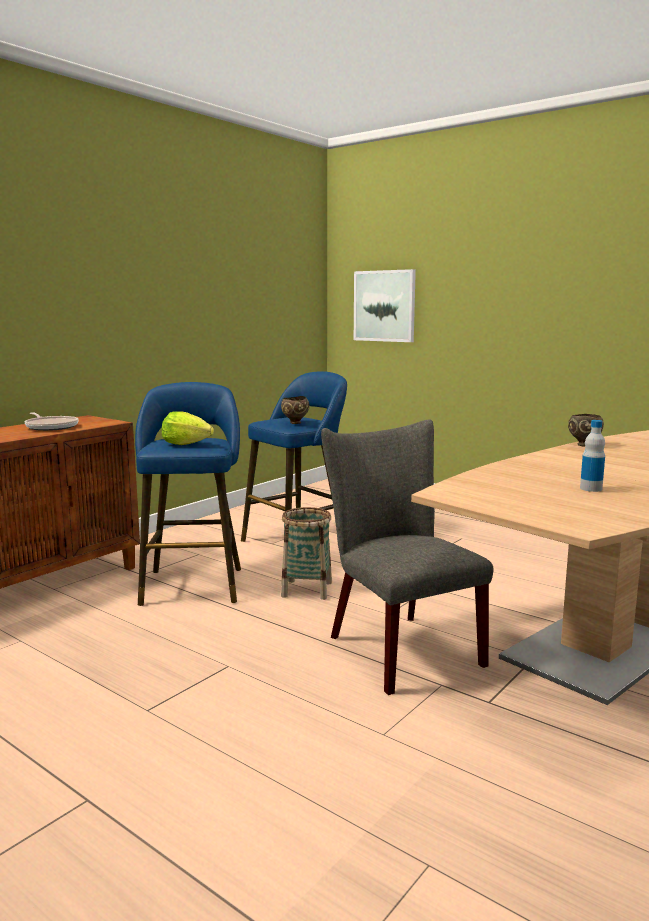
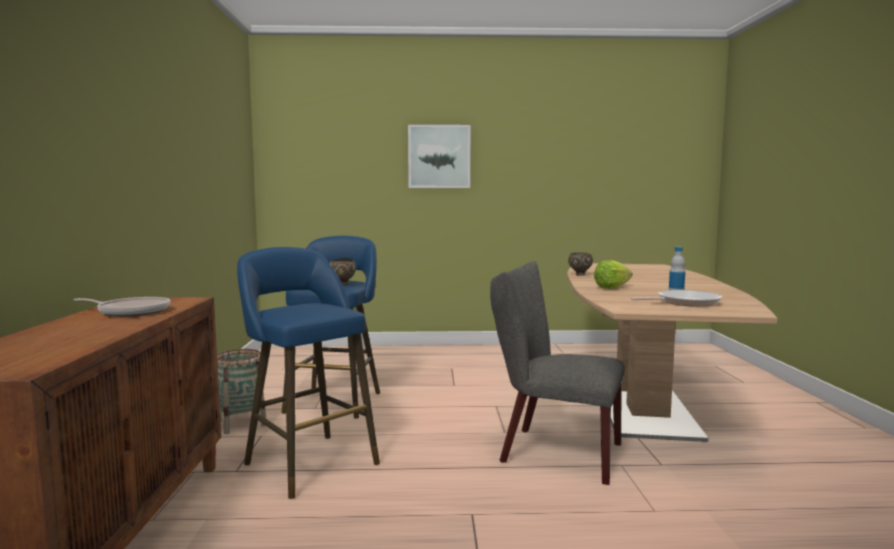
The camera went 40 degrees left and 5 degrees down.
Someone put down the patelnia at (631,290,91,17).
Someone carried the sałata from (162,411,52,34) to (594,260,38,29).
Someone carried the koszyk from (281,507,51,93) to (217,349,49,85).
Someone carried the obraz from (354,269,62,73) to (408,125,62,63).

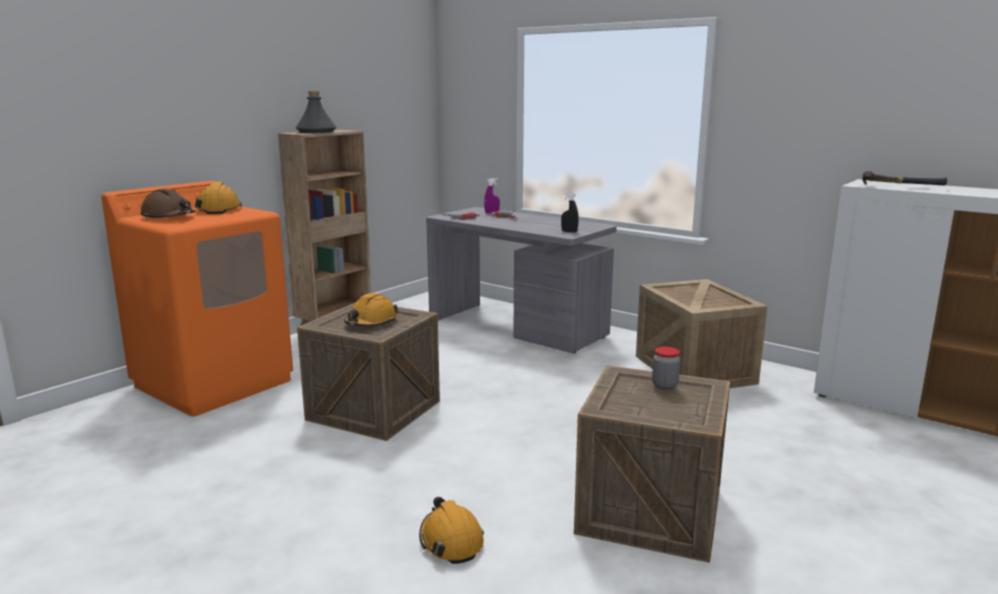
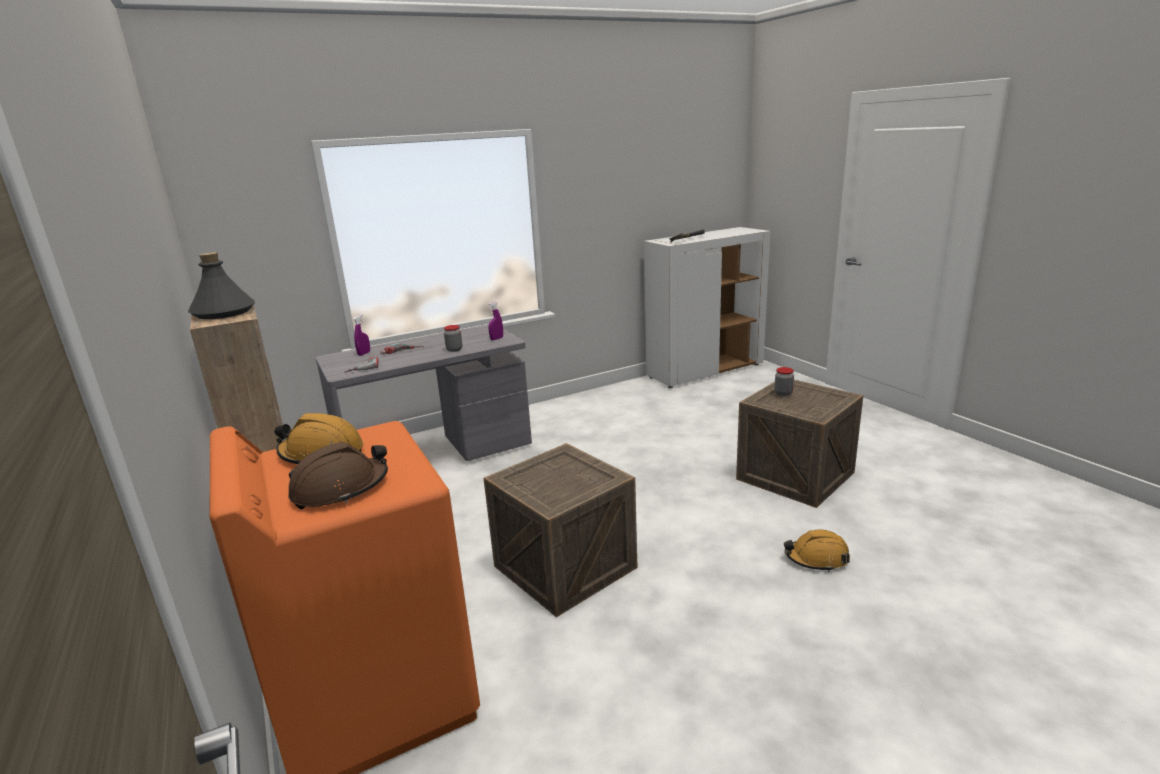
The camera went 65 degrees left and 5 degrees up.
Someone took away the kask [pomarańczowy] at (344,293,55,33).
Someone took away the skrzynka at (636,279,131,109).
Someone put down the słoik at (444,325,18,27).
Someone repainted the spryskiwacz [czarny] at (561,192,18,41), which became the spryskiwacz [fioletowy] at (488,302,15,38).

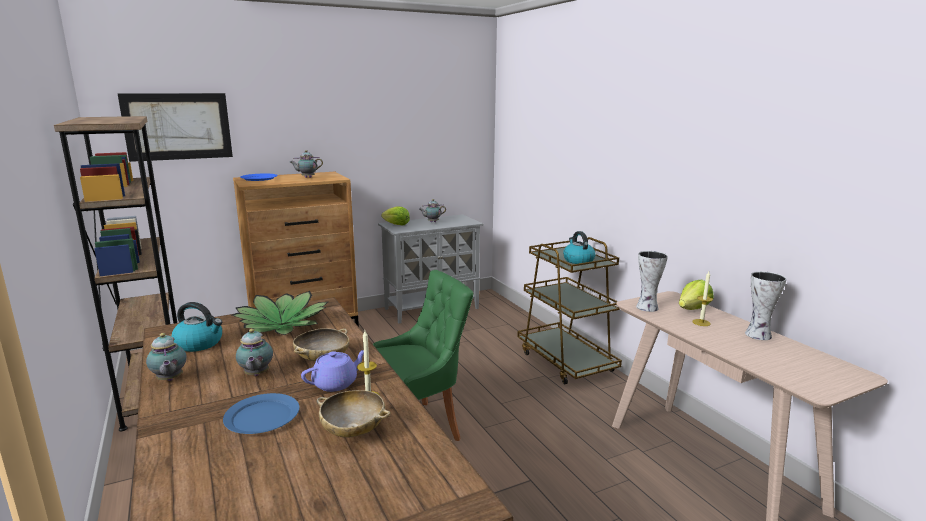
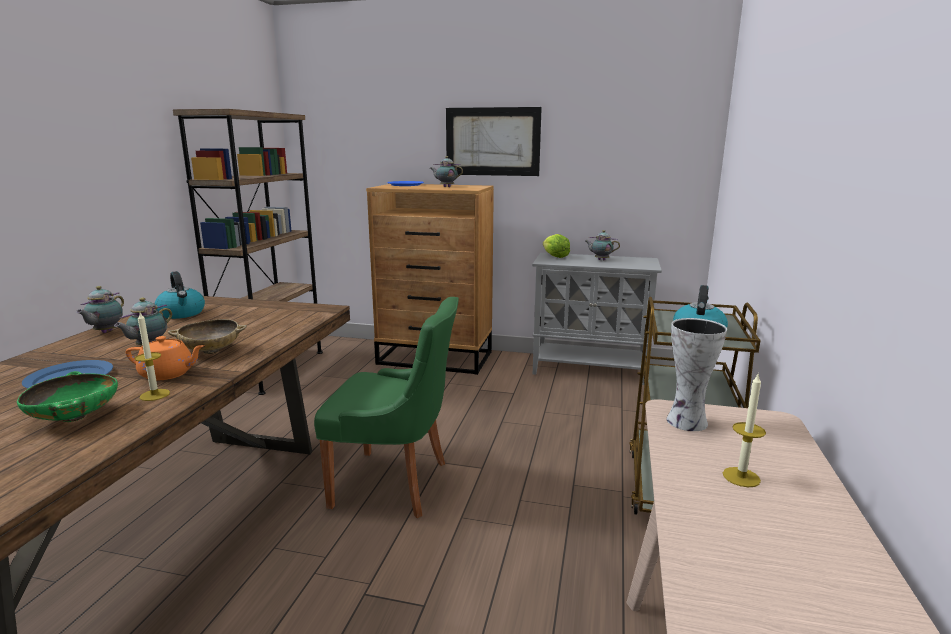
The camera went 40 degrees right and 0 degrees up.
Someone took away the roślina doniczkowa at (232,291,96,44).
Someone took away the sałata at (679,280,35,30).
Someone took away the wazon at (745,271,42,69).
Someone carried the obraz from (117,93,116,69) to (446,107,96,69).
Someone repainted the imbryk [fioletowy] at (301,350,63,42), which became the imbryk [pomarańczowy] at (126,336,79,44).
Someone repainted the miska [beżowy] at (316,390,75,48), which became the miska [zielony] at (17,371,101,51).

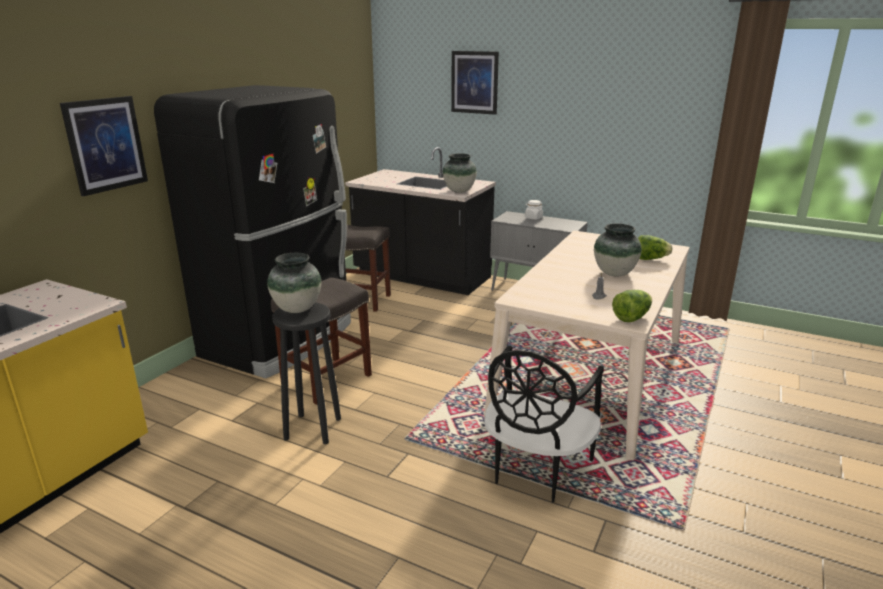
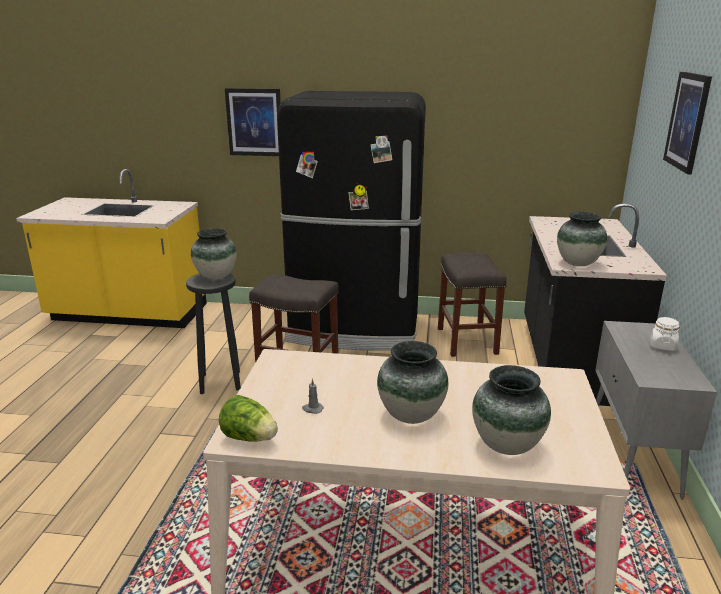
The camera went 70 degrees right and 0 degrees up.
Someone took away the krzesło [czarny] at (484,346,120,156).
Someone swapped the sałata at (638,235,34,25) for the wazon at (472,365,79,90).

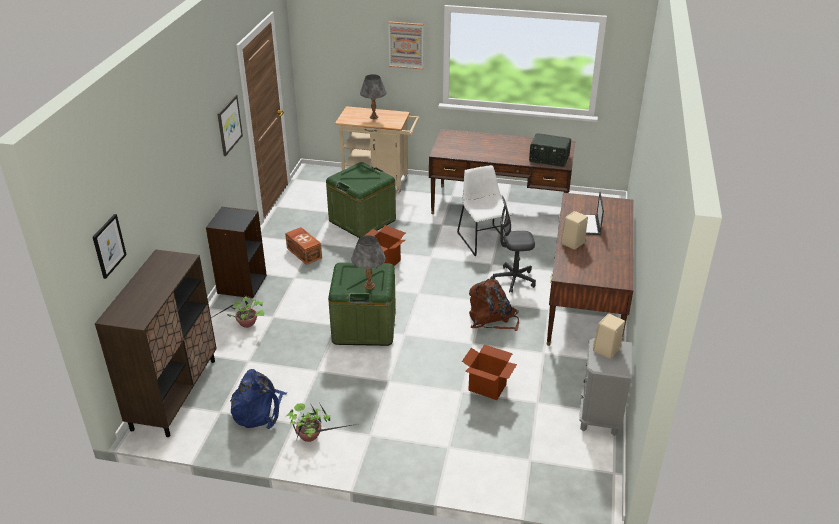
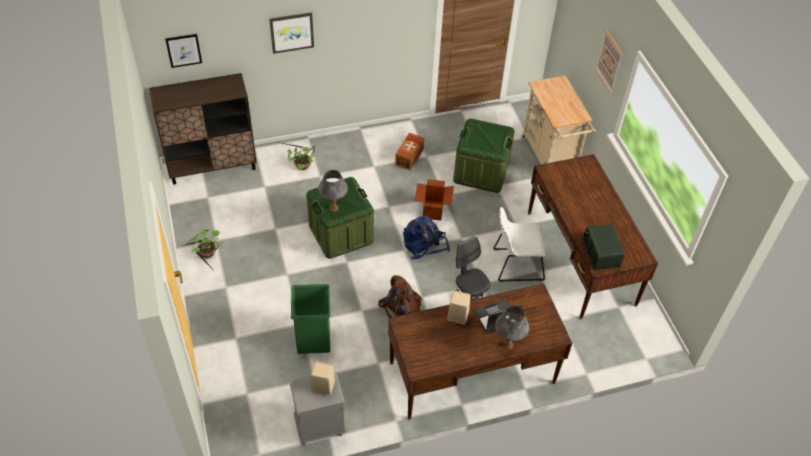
The camera went 60 degrees right and 15 degrees up.
Someone took away the regał [czarny] at (206,207,61,91).
Someone carried the obraz from (217,94,26,62) to (269,12,45,42).
Someone carried the plecak [niebieski] from (230,369,57,60) to (403,215,47,44).
Someone carried the lampa stołowa [szary] from (360,74,27,45) to (495,306,34,43).
Someone swapped the karton at (462,344,55,56) for the kosz na śmieci [zielony] at (291,284,39,70).
Someone rotated the krzesło [biały] at (457,165,56,91) by 135 degrees counterclockwise.

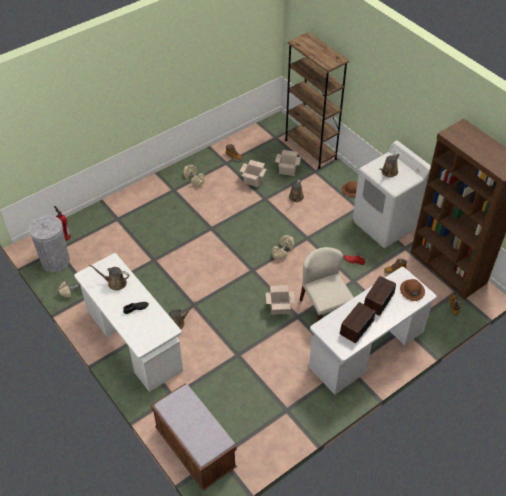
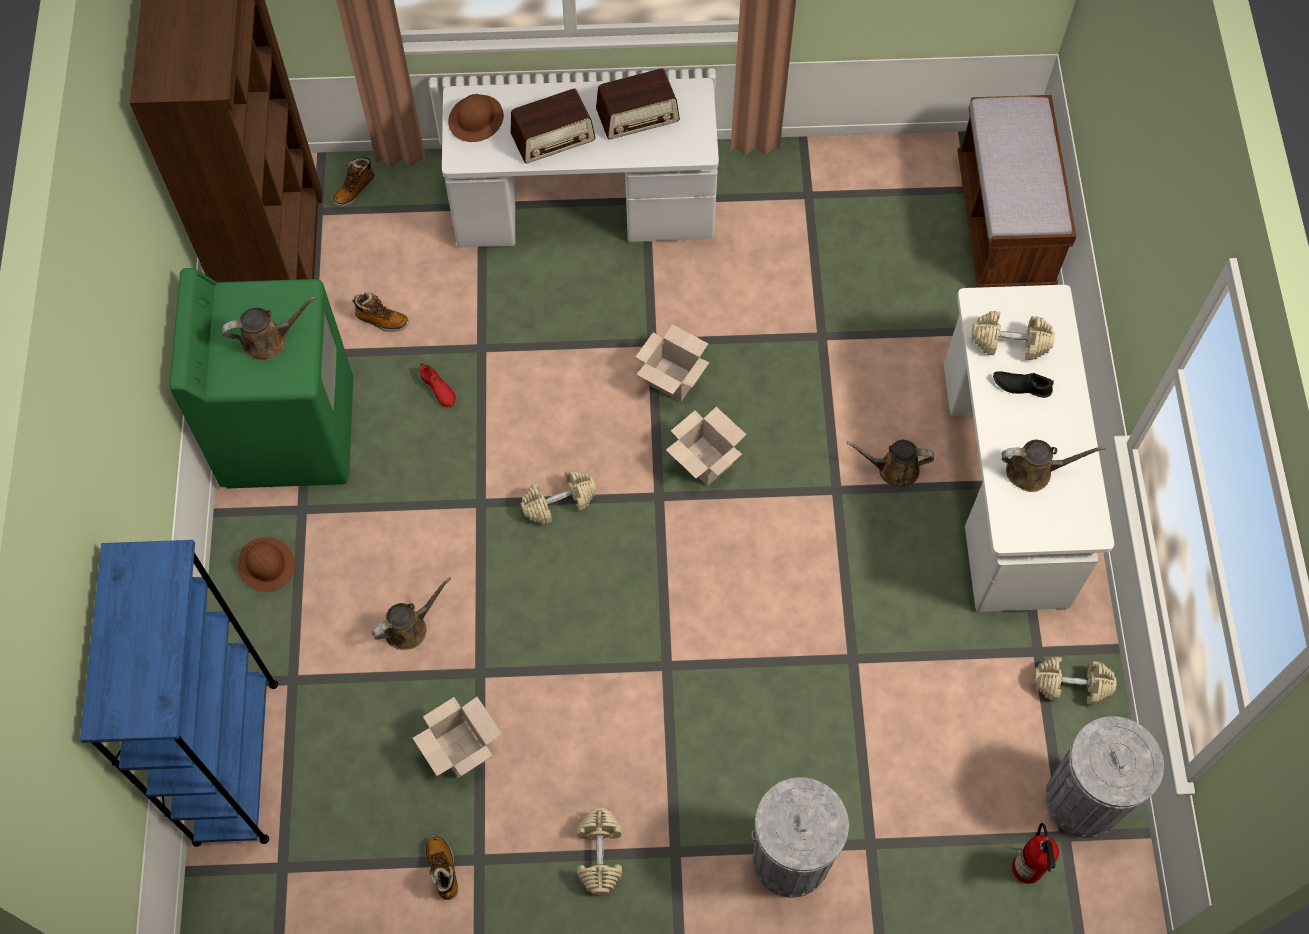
The camera went 145 degrees left and 15 degrees up.
Someone took away the krzesło [beżowy] at (300,247,54,74).
Someone put down the kosz na śmieci [szary] at (751,777,98,121).
Someone put down the hantel [beżowy] at (971,311,84,49).
Someone carried the karton from (275,150,26,26) to (666,407,81,79).
Someone repainted the regał [brązowy] at (285,32,64,137), which became the regał [niebieski] at (80,540,198,307).
Someone repainted the pralka [biały] at (352,140,79,108), which became the pralka [zielony] at (169,268,184,220).
Someone rotated the konewka [brązowy] at (89,264,40,27) by 45 degrees counterclockwise.

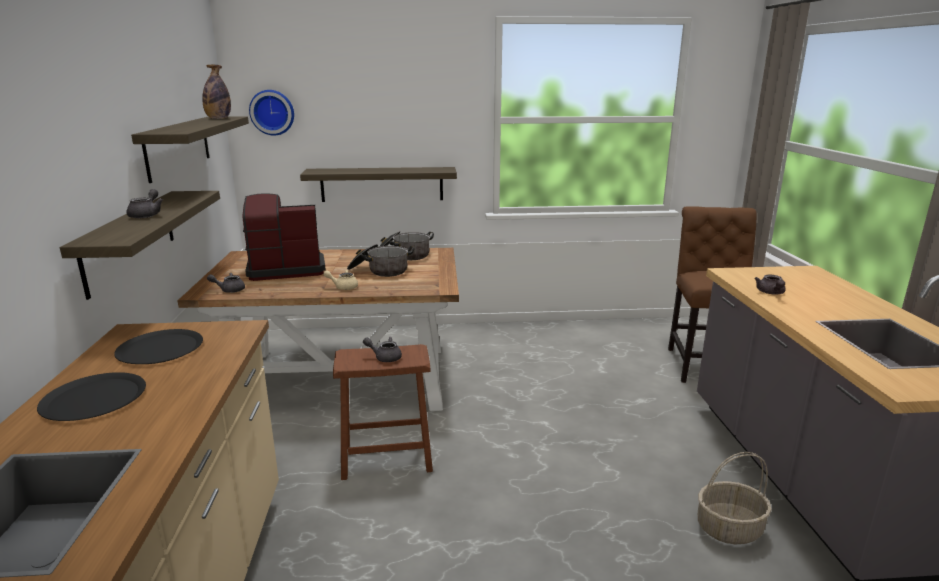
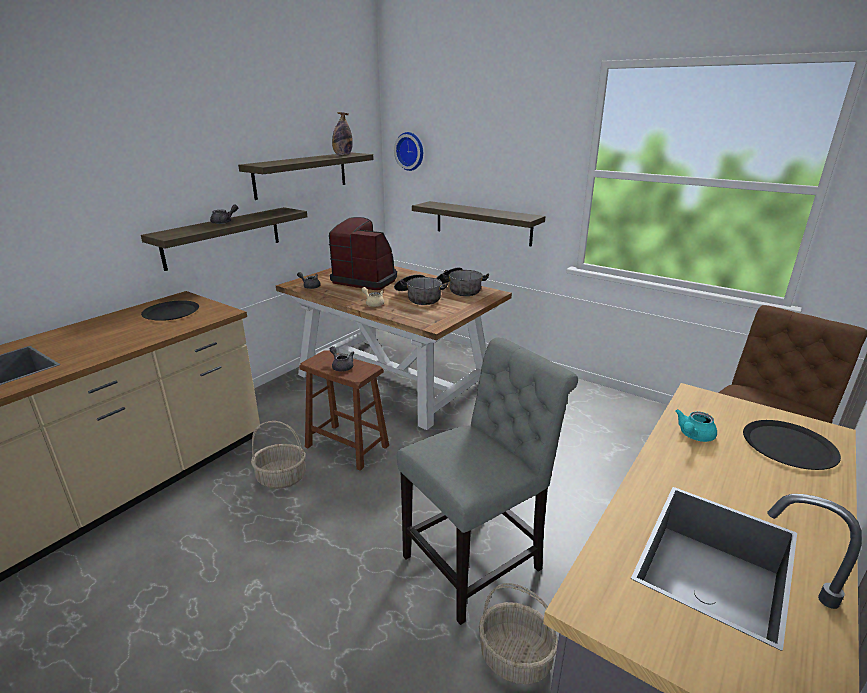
The camera went 40 degrees right and 5 degrees up.
Someone put down the koszyk at (251,421,55,68).
Someone put down the krzesło [szary] at (397,337,181,288).
Someone carried the talerz [czarny] from (37,372,109,49) to (743,420,98,50).
Someone repainted the imbryk [szary] at (754,275,31,19), which became the imbryk [turkusowy] at (675,409,42,33).

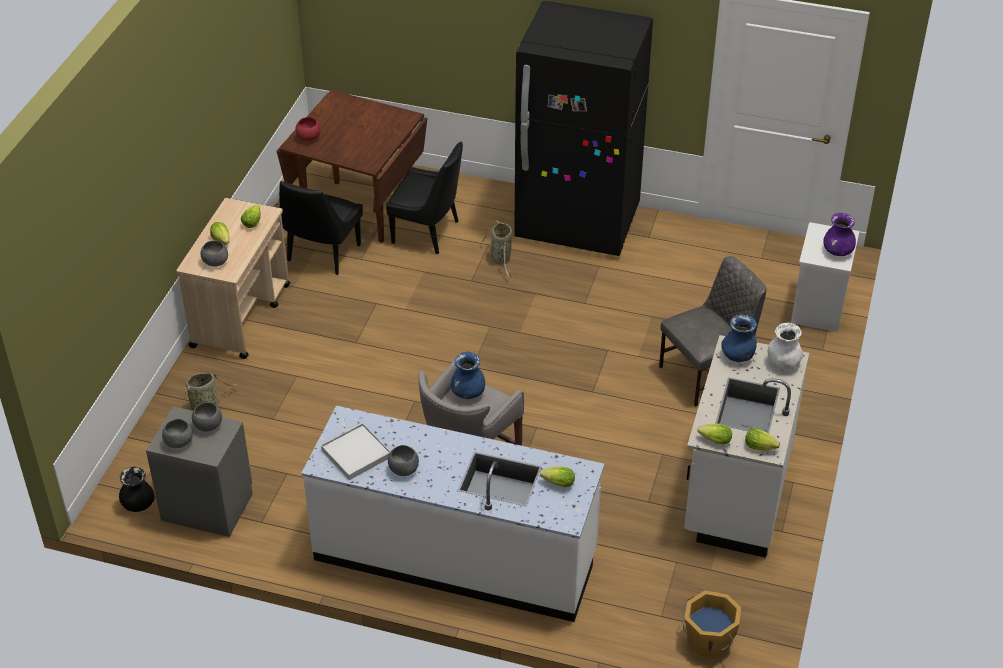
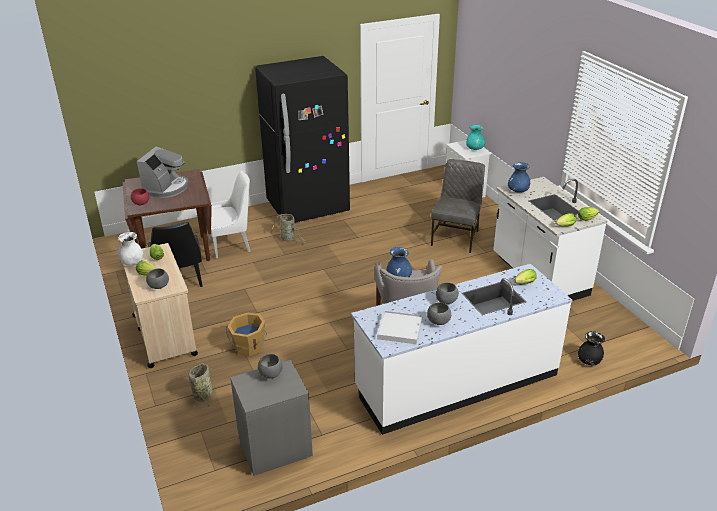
The camera went 40 degrees left and 10 degrees down.
Someone put down the ekspres do kawy at (137,147,52,51).
Someone carried the wazon [czarny] from (119,467,36,45) to (578,331,27,35).
Someone carried the miska [szary] from (162,419,31,29) to (436,282,23,22).
Someone carried the wiadro [pomarańczowy] from (682,590,59,68) to (226,313,41,43).
Someone carried the wazon [biały] from (768,323,35,47) to (118,232,26,34).
Someone repainted the krzesło [czarny] at (386,141,77,114), which became the krzesło [biały] at (208,171,42,87).
Someone repainted the wazon [fioletowy] at (823,213,33,43), which became the wazon [turkusowy] at (466,125,19,25).

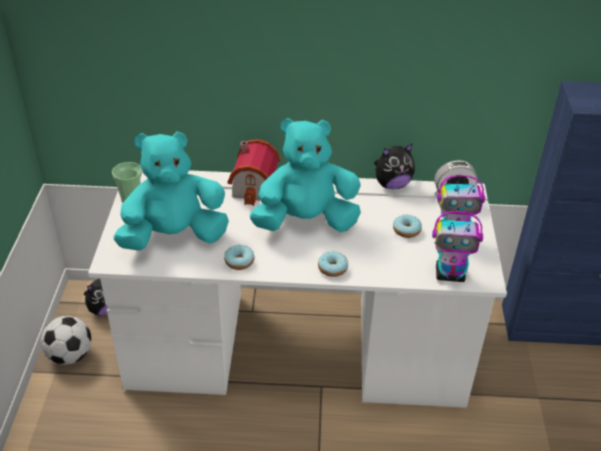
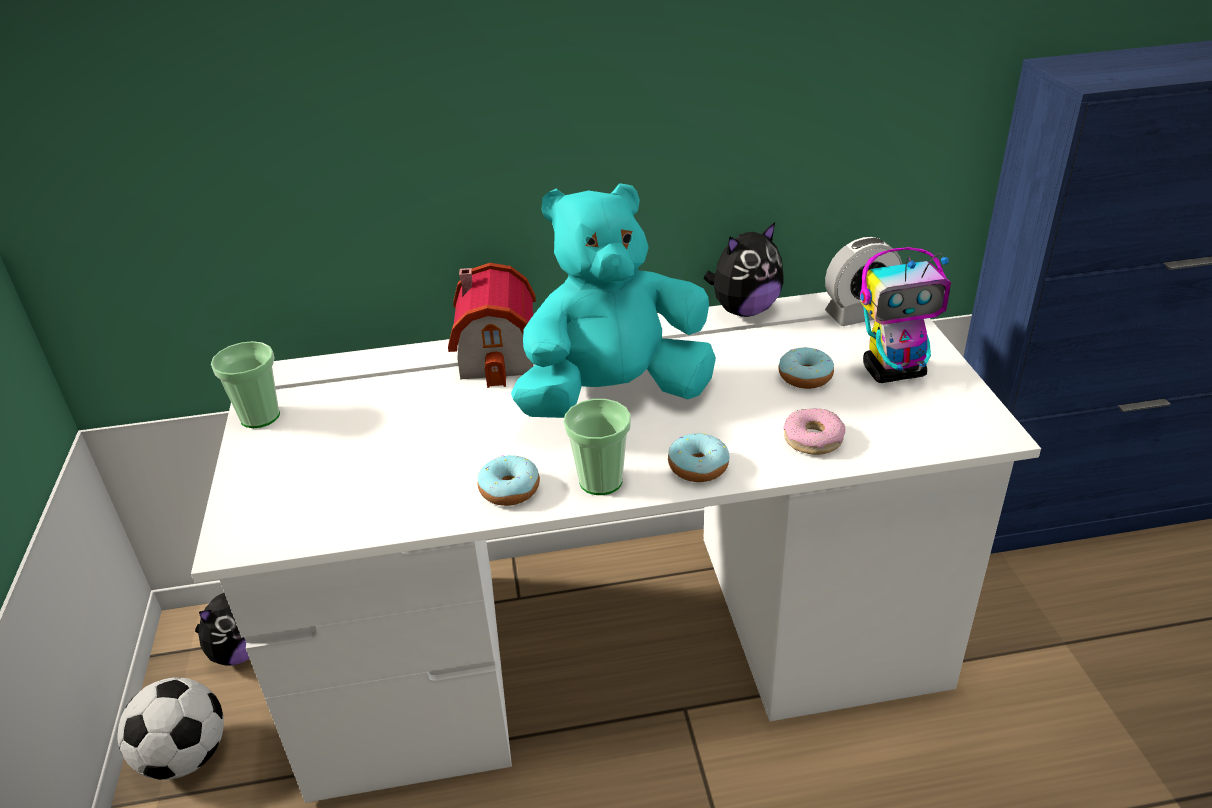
The camera went 10 degrees left and 5 degrees down.
Someone took away the pluszak [turkusowy] at (113,132,116,119).
Someone took away the robot zabawkowy at (432,211,51,71).
Someone put down the filiżanka at (564,399,67,96).
Someone put down the donut at (783,408,62,47).

